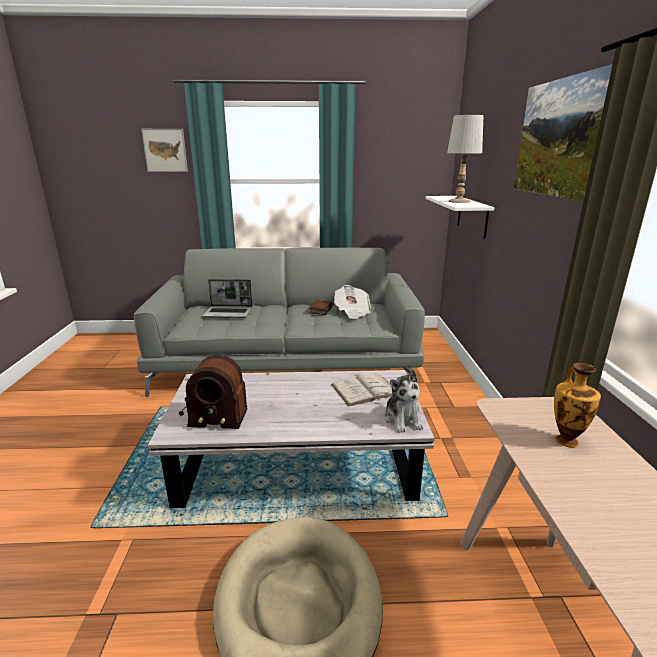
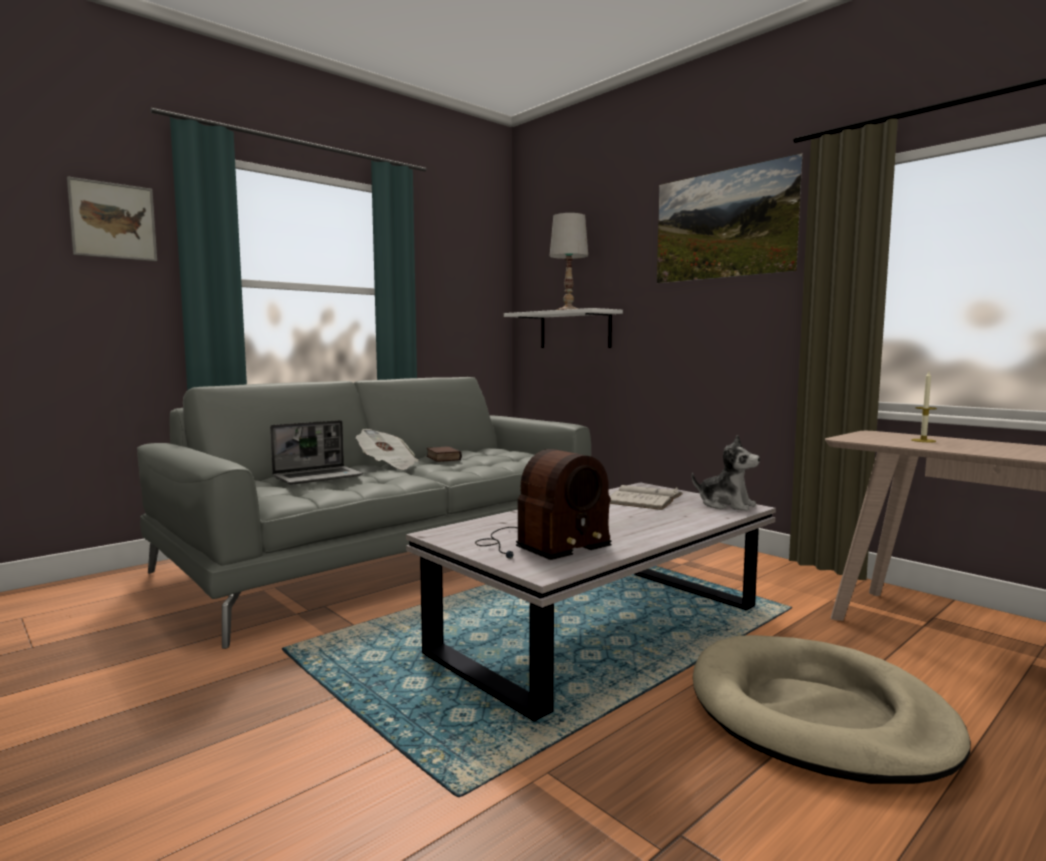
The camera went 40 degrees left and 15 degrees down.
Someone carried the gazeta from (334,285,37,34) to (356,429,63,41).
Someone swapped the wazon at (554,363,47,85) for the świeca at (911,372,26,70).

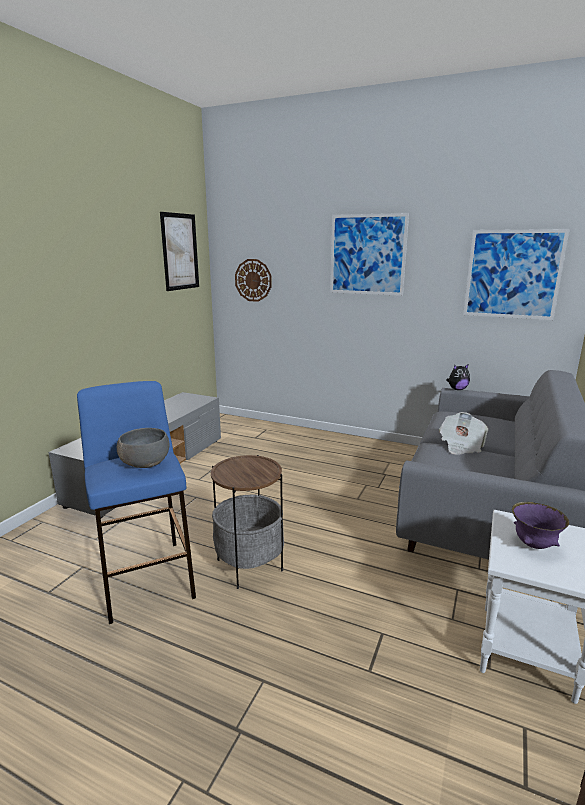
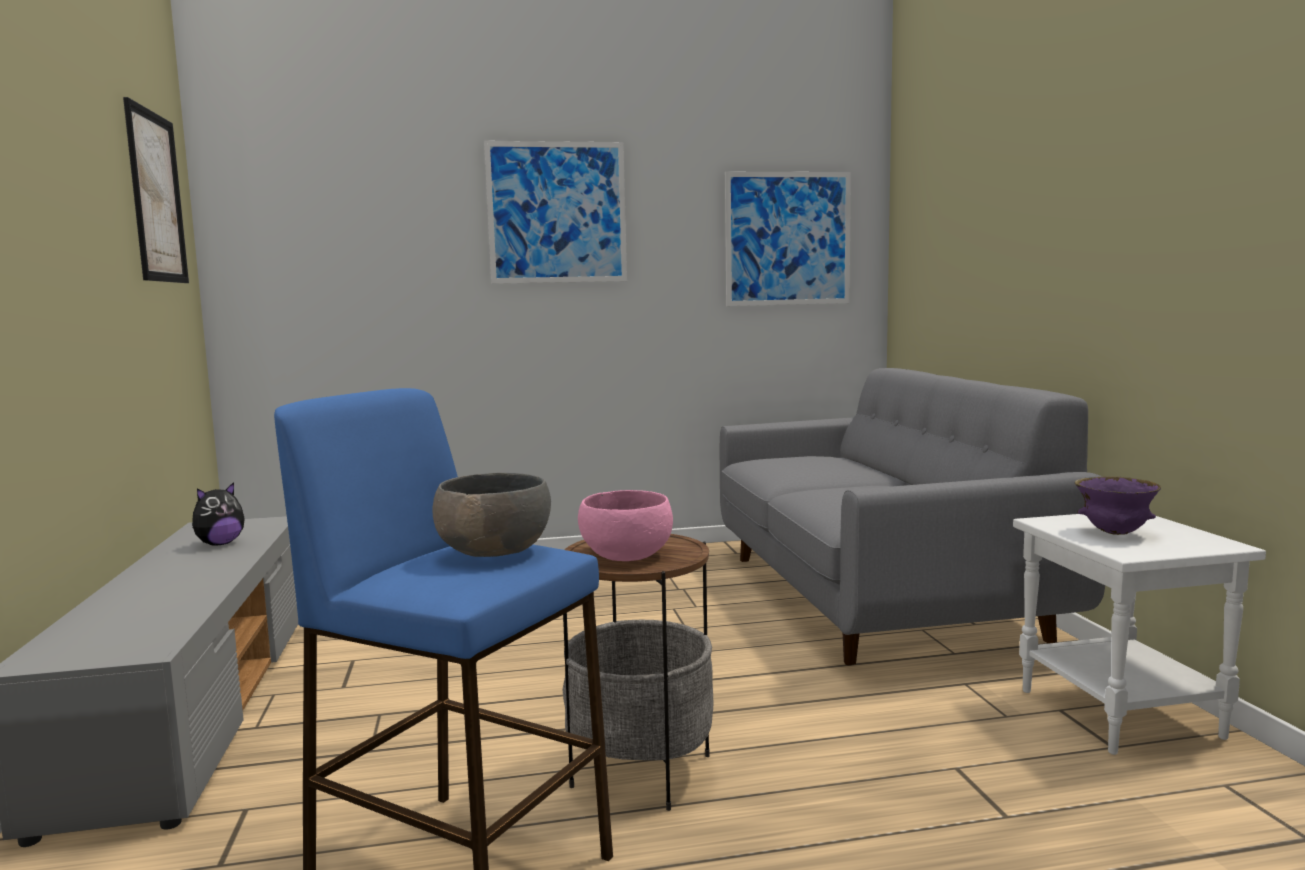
The camera went 35 degrees left and 10 degrees down.
Someone took away the zegar ścienny at (235,259,37,43).
Someone took away the gazeta at (439,412,49,43).
Someone put down the miska [różowy] at (578,490,95,71).
Someone carried the pluszak from (446,364,24,26) to (192,482,53,64).

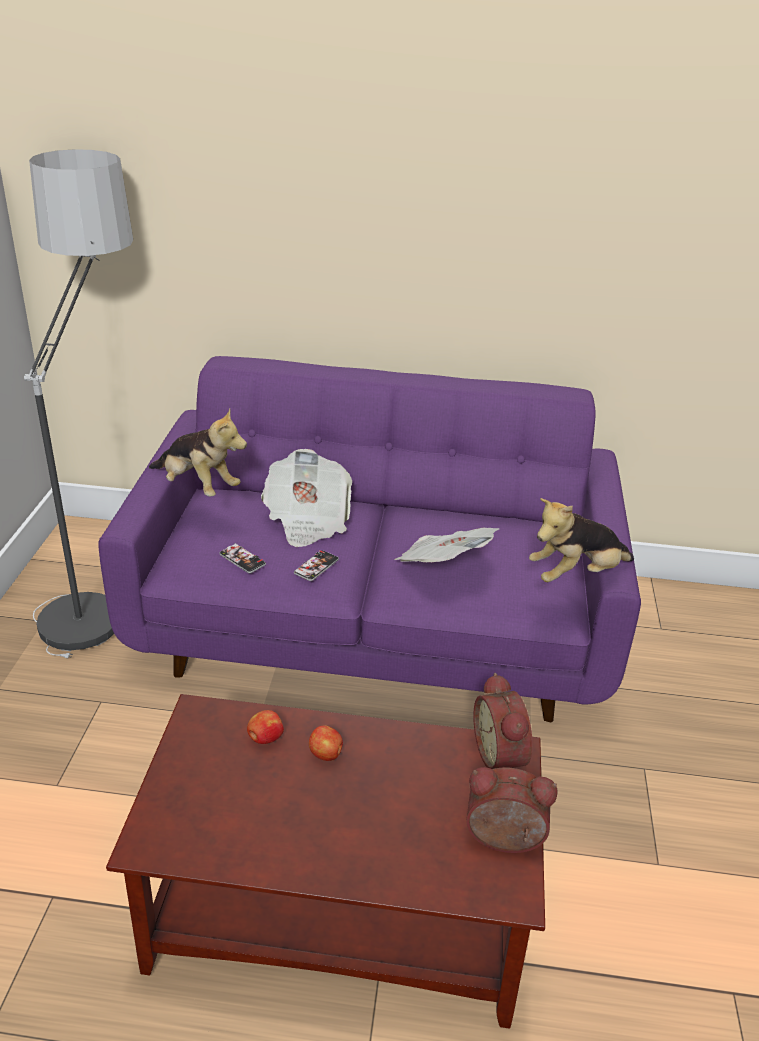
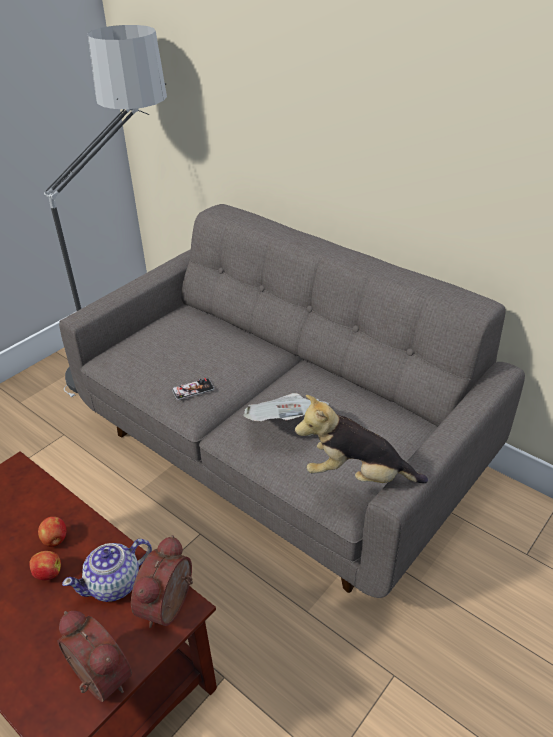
The camera went 35 degrees right and 5 degrees up.
Someone took away the pluszak at (149,408,98,88).
Someone took away the telefon at (219,543,47,30).
Someone took away the gazeta at (261,449,91,98).
Someone put down the imbryk at (62,539,90,63).
Someone carried the jabłko from (247,710,37,34) to (30,551,31,29).
Someone repainted the kanapa [fioletowy] at (98,356,543,366), which became the kanapa [szary] at (59,204,466,394).

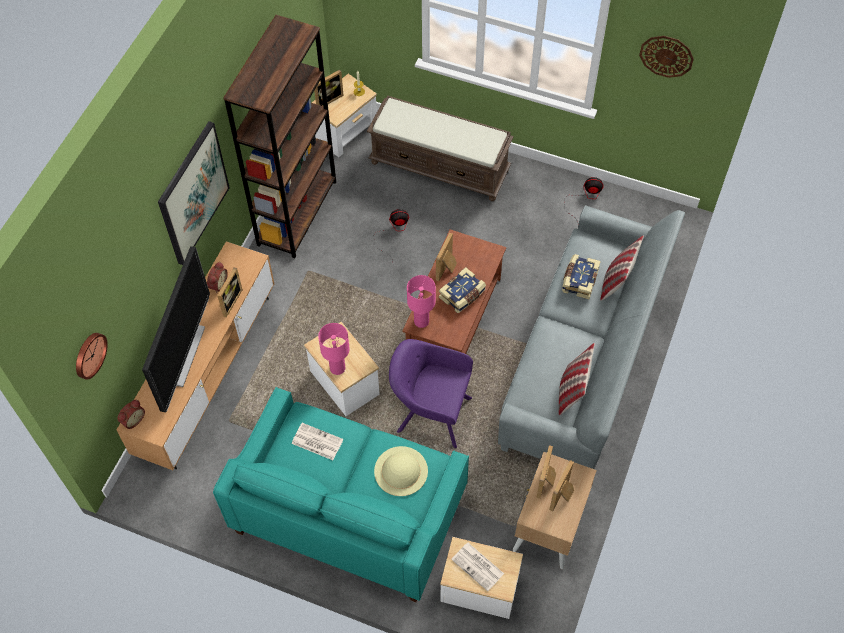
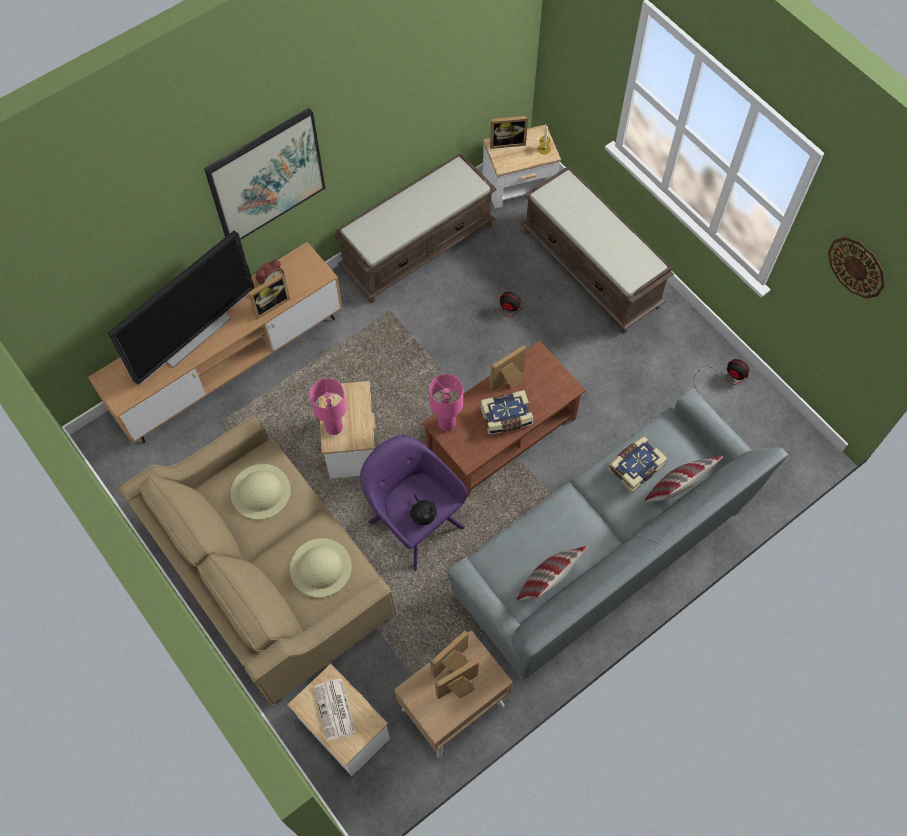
The camera went 30 degrees right and 5 degrees up.
Someone took away the zegar ścienny at (76,333,32,47).
Someone took away the budzik at (118,400,27,29).
Someone put down the pluszak [czarny] at (410,494,27,31).
Someone swapped the regał [brązowy] at (223,15,113,243) for the ławka [brązowy] at (333,153,164,150).
Someone swapped the gazeta at (292,423,51,37) for the kapelusz [beżowy] at (231,464,60,56).
Someone repainted the kanapa [turkusowy] at (213,387,256,215), which became the kanapa [beżowy] at (119,415,277,291).

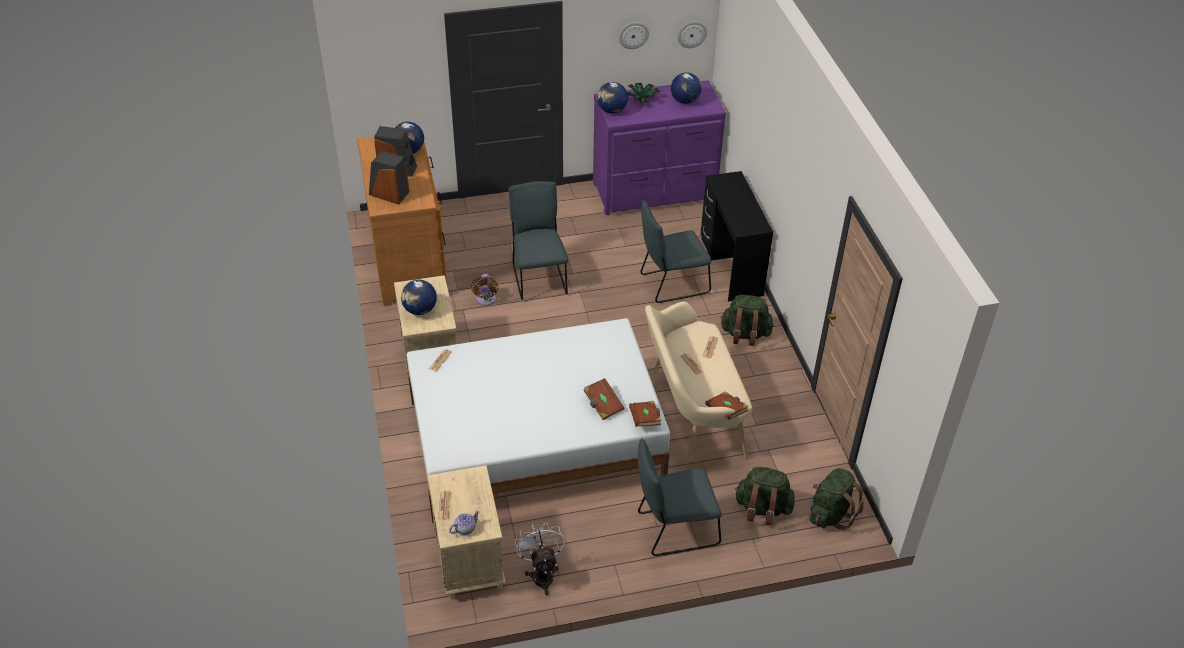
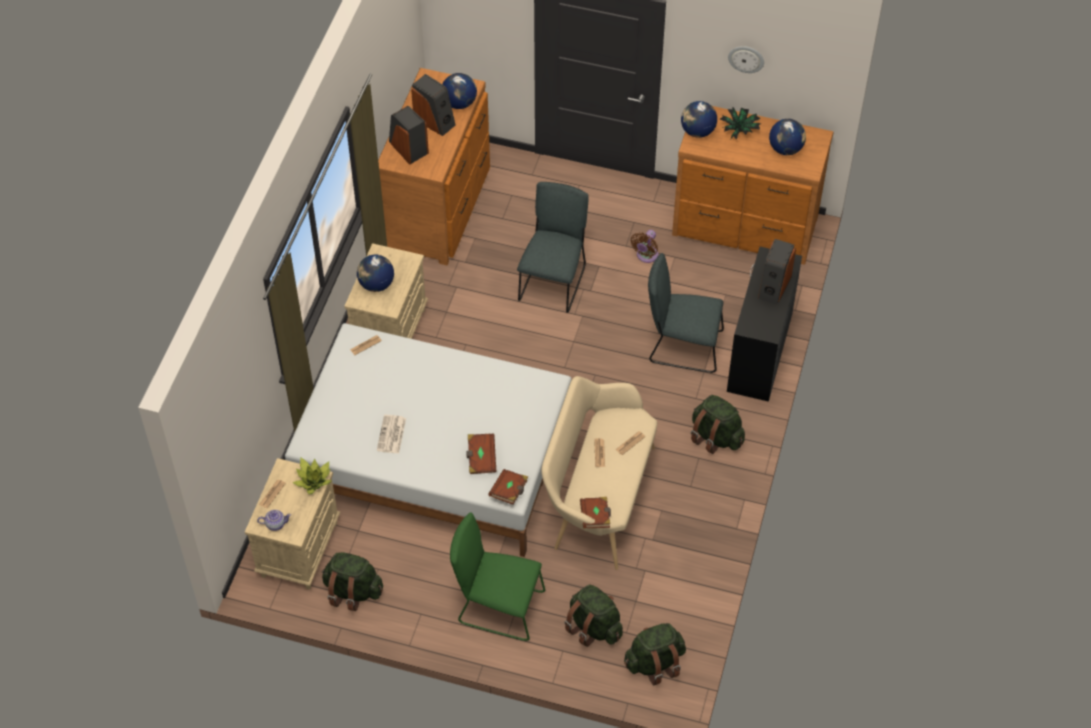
The camera went 30 degrees right and 10 degrees up.
Someone took away the zegar ścienny at (678,21,29,27).
Someone put down the roślina doniczkowa at (292,458,40,36).
Someone put down the gazeta at (377,415,29,39).
Someone put down the głośnik at (758,239,38,66).
Someone carried the wentylator [brązowy] from (471,274,27,32) to (631,230,27,33).
Someone swapped the wentylator [biały] at (515,522,50,73) for the plecak [zielony] at (322,552,61,59).
Someone repainted the komoda [fioletowy] at (593,80,133,135), which became the komoda [brązowy] at (672,106,162,159).
Someone repainted the krzesło [szary] at (638,439,84,117), which became the krzesło [zielony] at (450,513,95,128).

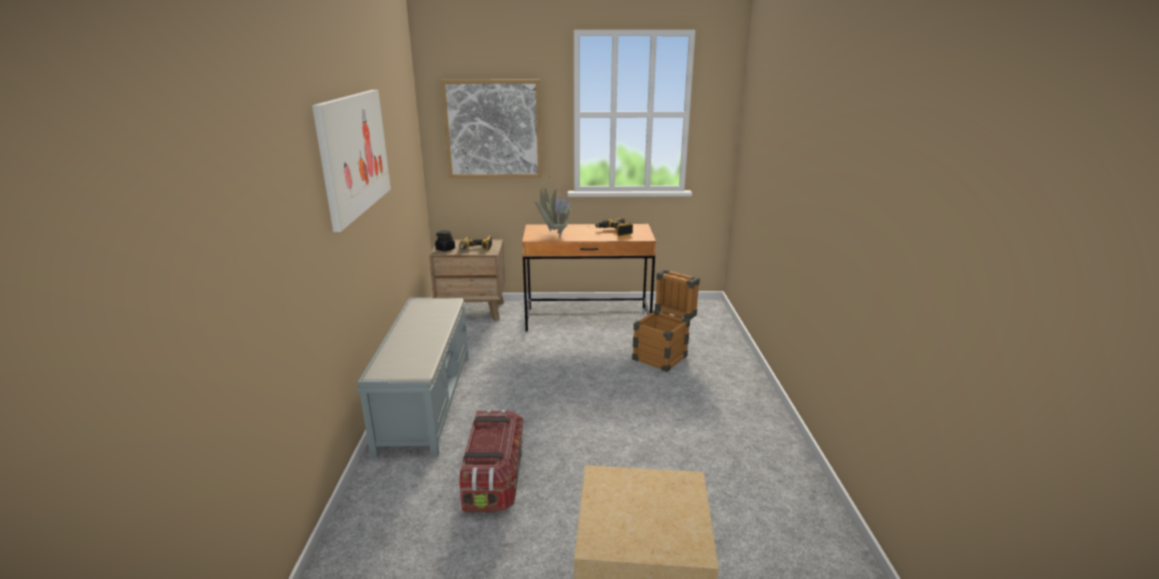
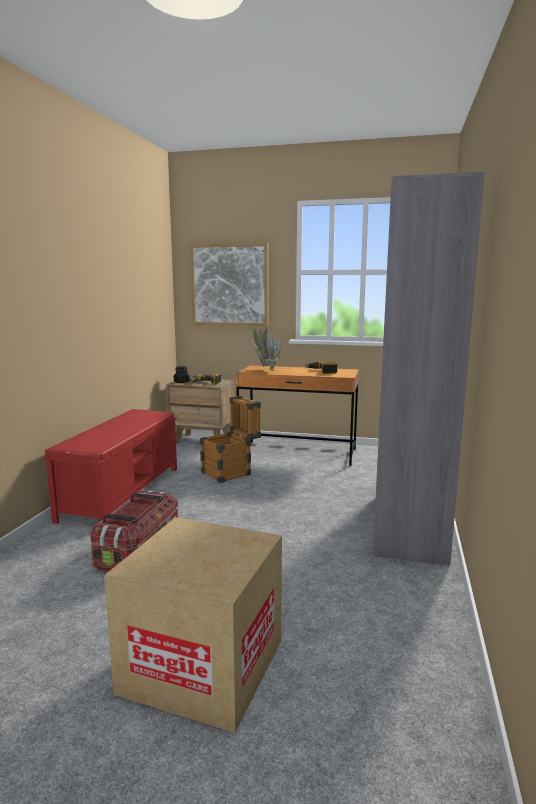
The camera went 15 degrees right and 10 degrees down.
Someone took away the obraz at (312,90,79,142).
Someone put down the regał [szary] at (373,172,112,394).
Someone carried the skrzynka from (632,269,68,103) to (200,396,61,87).
Someone repainted the ławka [szary] at (357,297,112,161), which became the ławka [czerwony] at (43,409,134,115).

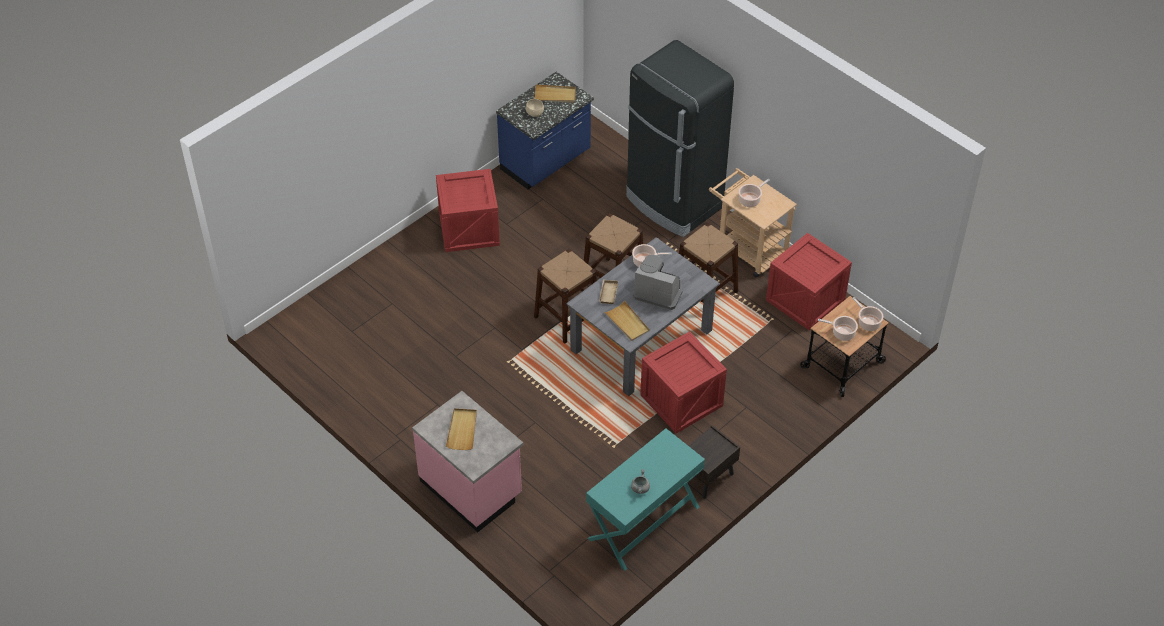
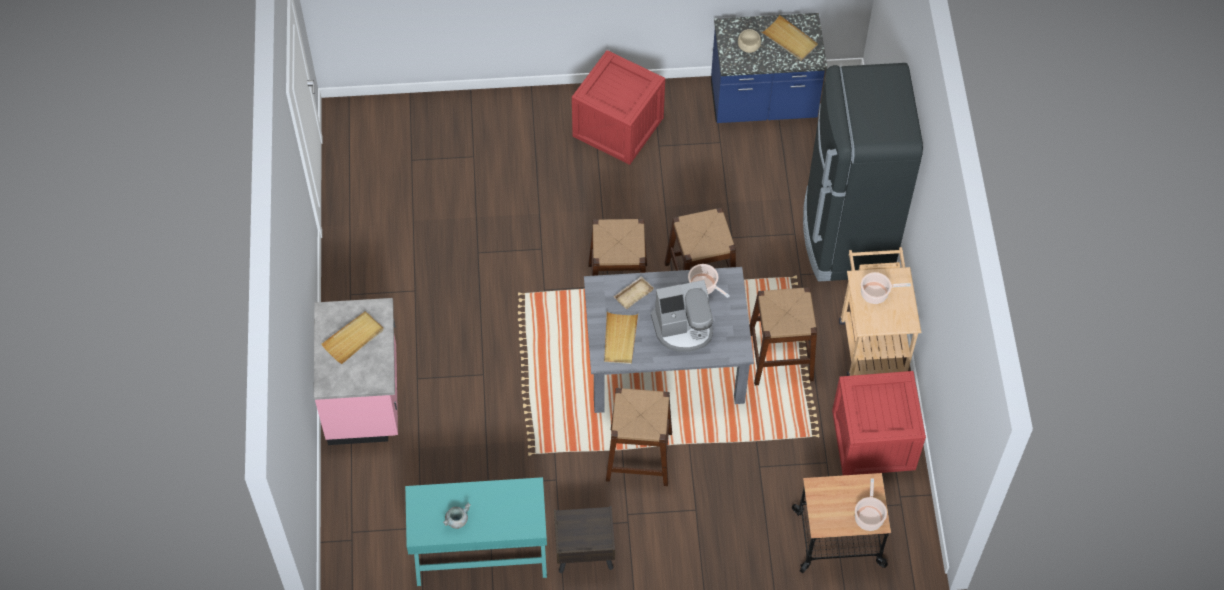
The camera went 40 degrees right and 10 degrees up.
Someone took away the garnek at (818,316,40,25).
Someone swapped the skrzynka at (640,331,87,103) for the stołek [brązowy] at (606,388,66,98).
Someone rotated the ekspres do kawy at (633,255,50,55) by 105 degrees clockwise.

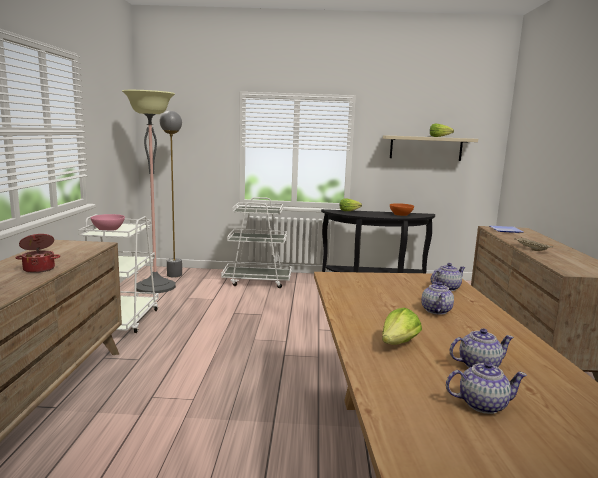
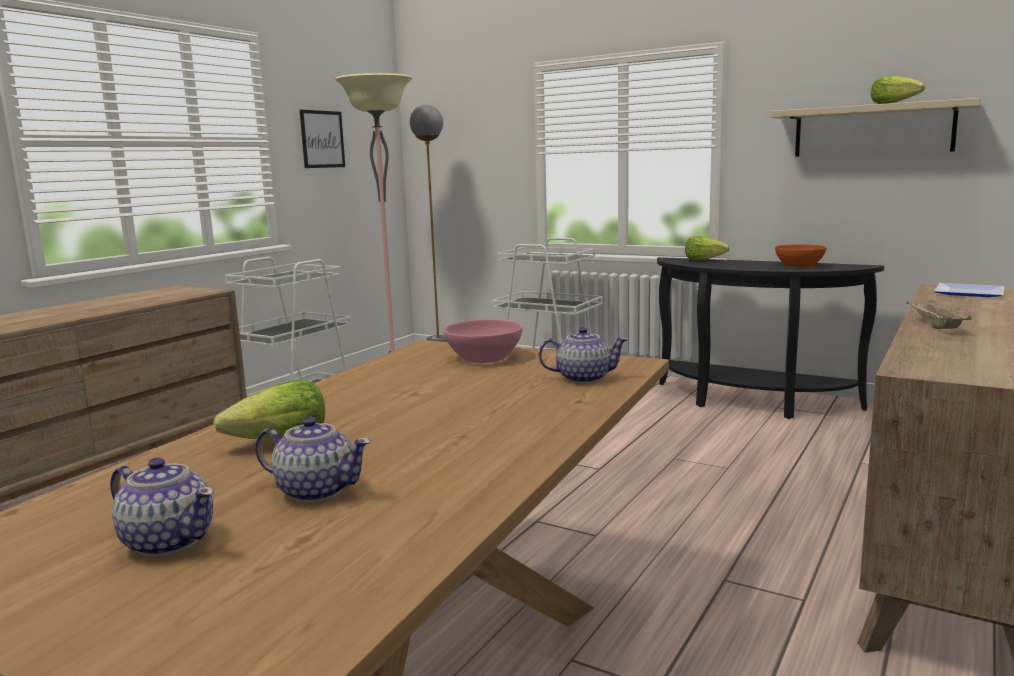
The camera went 30 degrees right and 0 degrees up.
Someone took away the garnek at (16,234,44,39).
Someone took away the imbryk at (421,281,33,34).
Someone put up the obraz at (300,110,45,58).
Someone carried the miska [różowy] from (91,214,34,17) to (444,319,79,44).

